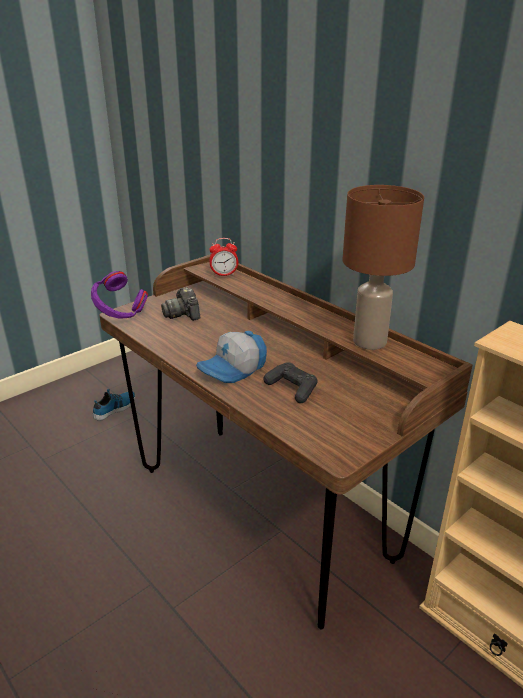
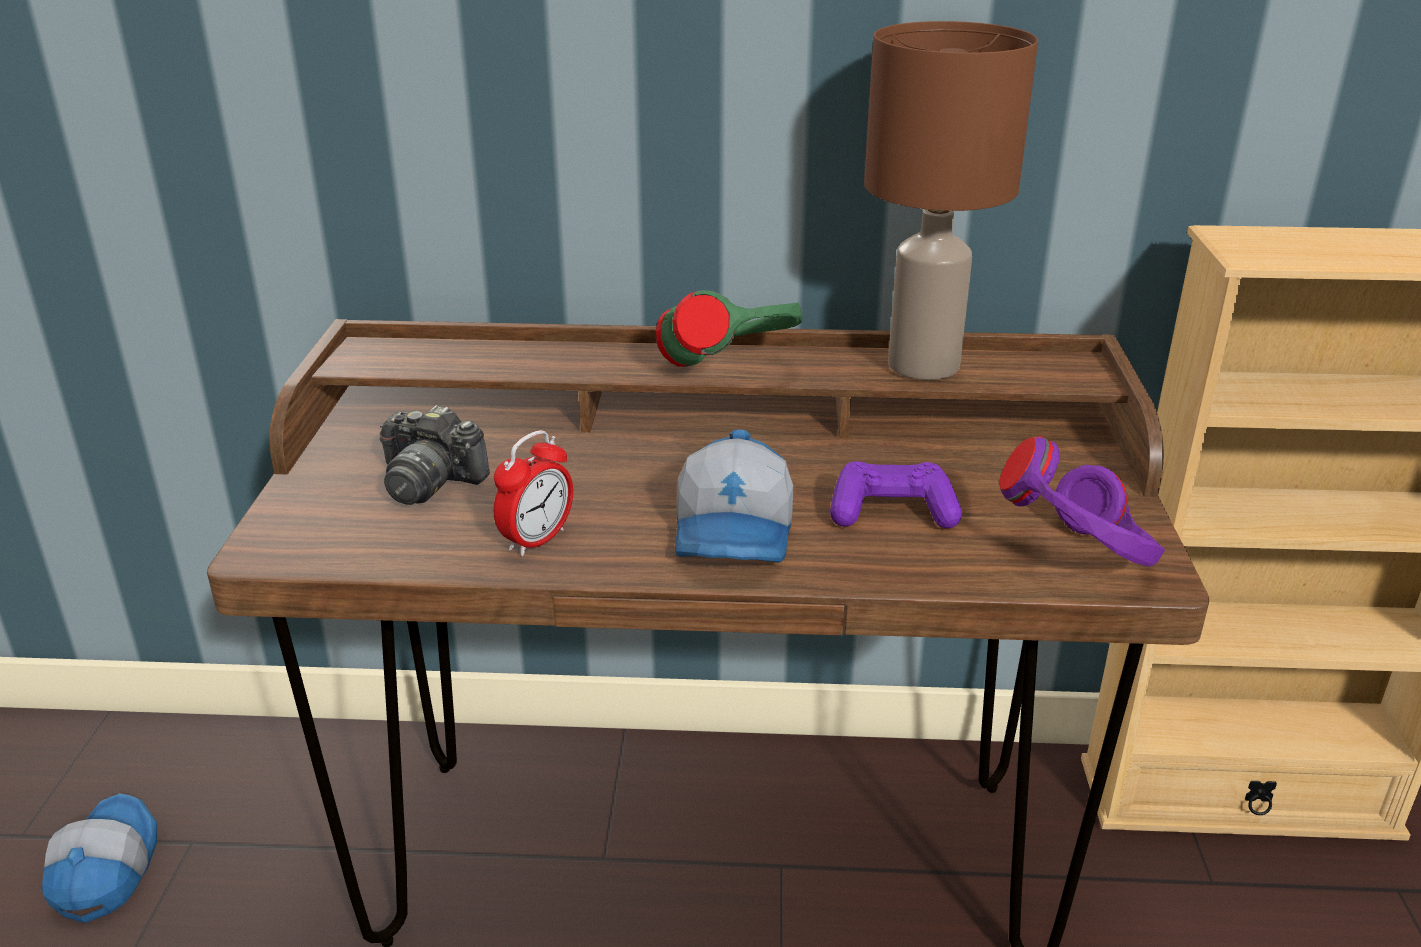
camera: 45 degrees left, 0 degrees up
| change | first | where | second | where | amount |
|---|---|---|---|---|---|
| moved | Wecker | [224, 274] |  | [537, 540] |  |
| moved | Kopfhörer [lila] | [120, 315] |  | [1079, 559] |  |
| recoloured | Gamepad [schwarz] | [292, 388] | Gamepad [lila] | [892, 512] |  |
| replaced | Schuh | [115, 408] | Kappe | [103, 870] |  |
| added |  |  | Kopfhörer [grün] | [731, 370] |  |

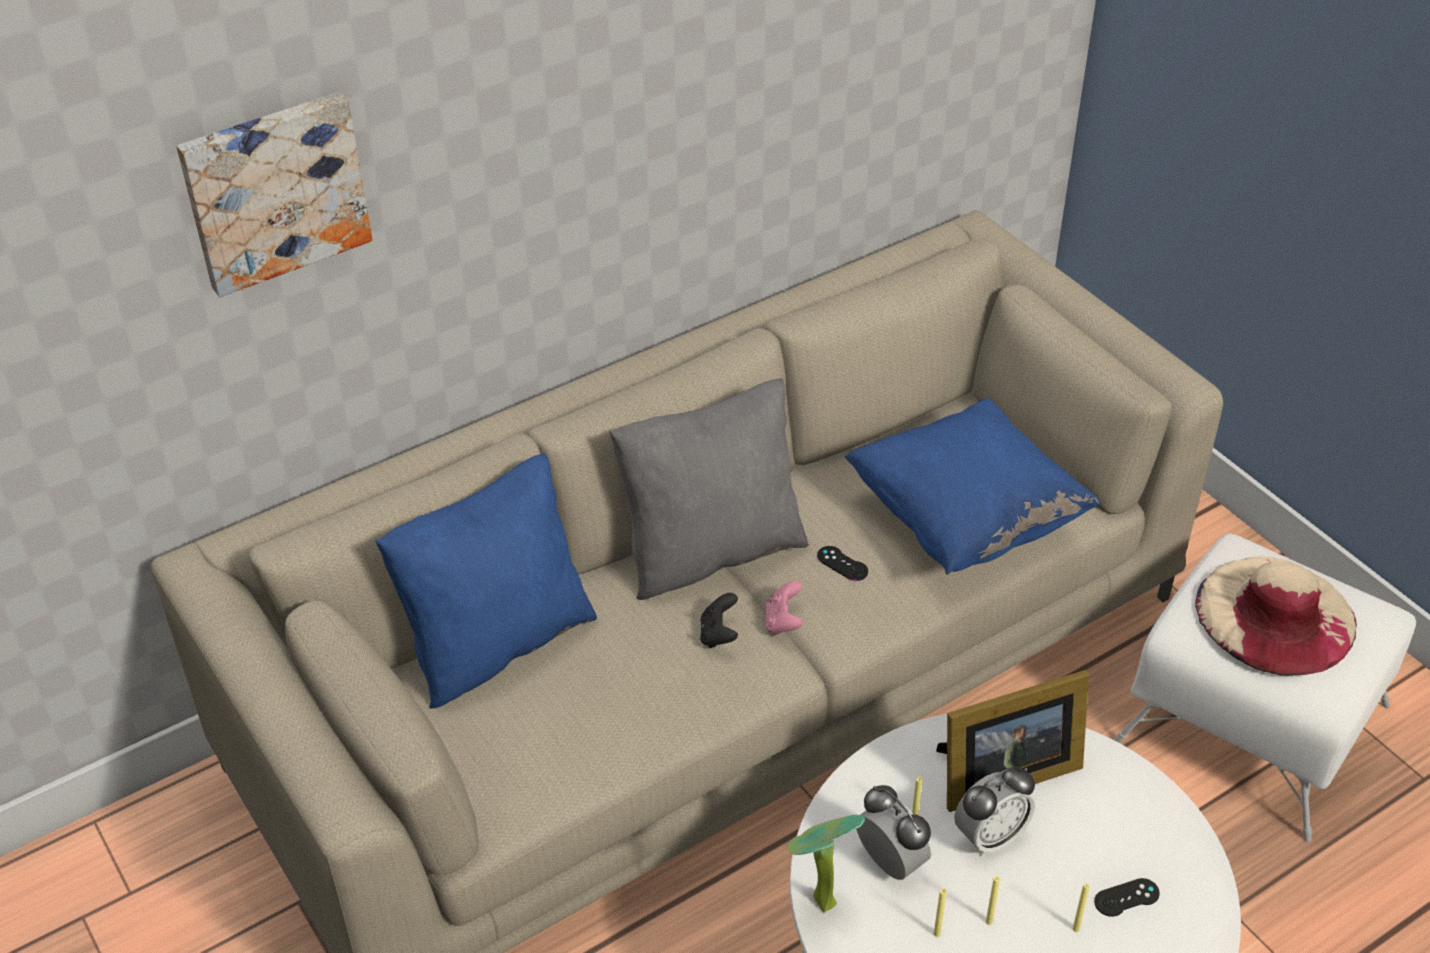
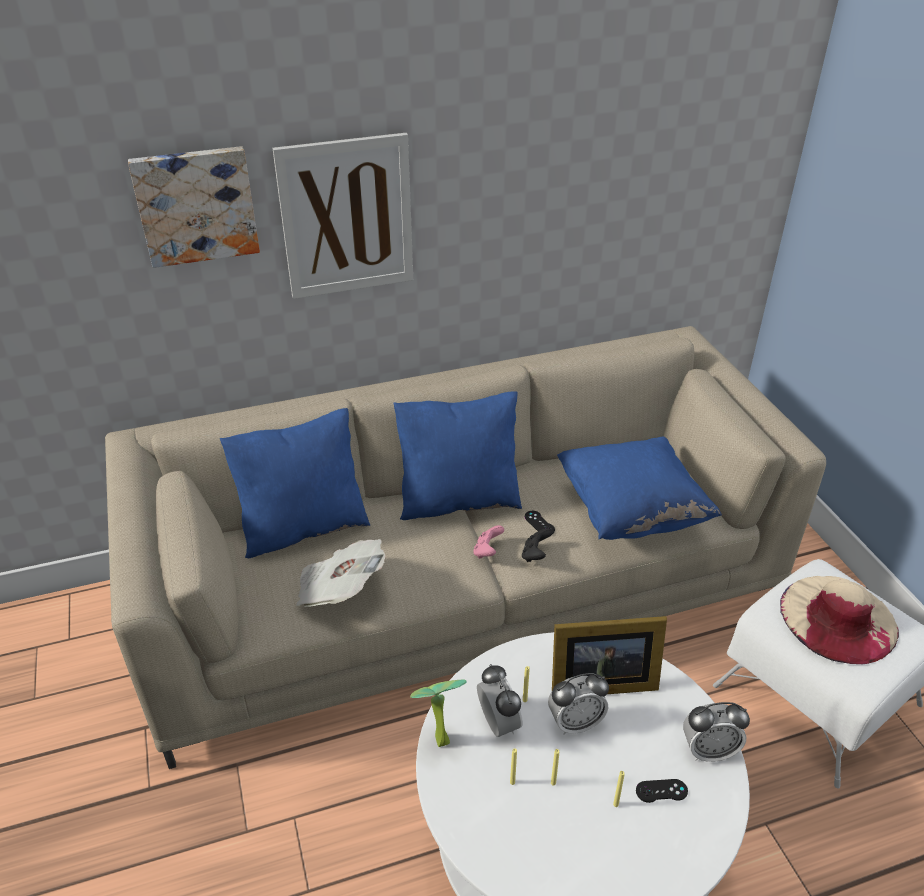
camera: 15 degrees right, 5 degrees down
| change | first | where | second | where | amount |
|---|---|---|---|---|---|
| recoloured | Kissen [grau] | [711, 550] | Kissen [blau] | [458, 499] |  |
| moved | Gamepad [schwarz] | [719, 634] |  | [535, 555] |  |
| added |  |  | Bild | [347, 217] |  |
| added |  |  | Zeitung | [340, 590] |  |
| added |  |  | Wecker | [708, 750] |  |

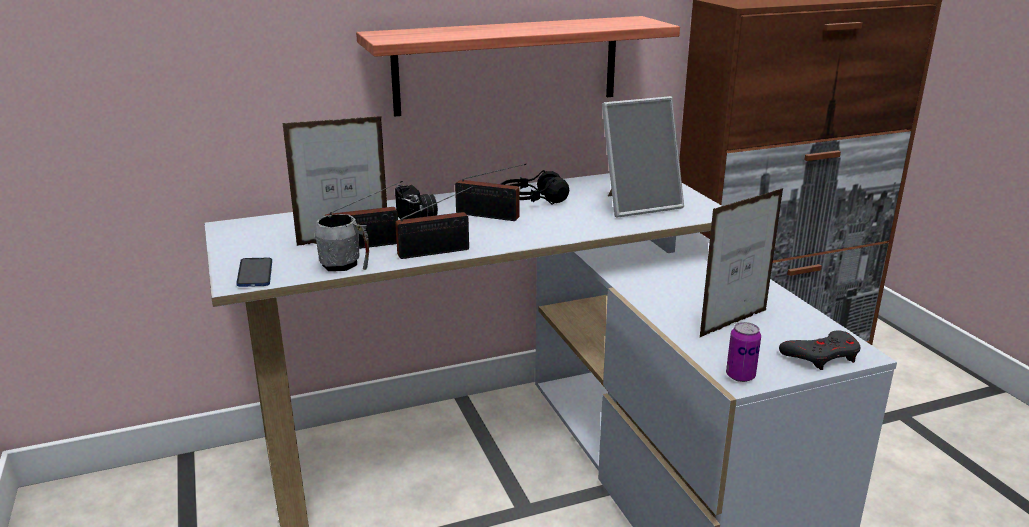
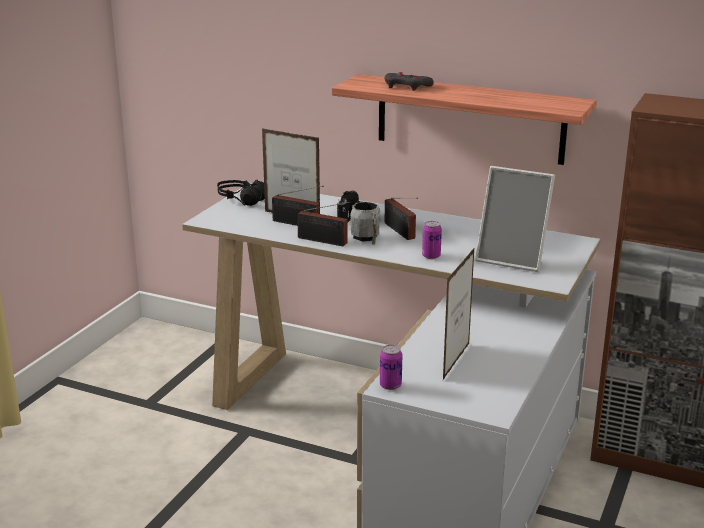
camera: 45 degrees right, 0 degrees up
| change | first | where | second | where | amount |
|---|---|---|---|---|---|
| moved | Kopfhörer [schwarz] | [532, 201] |  | [241, 199] |  |
| turned | Bilderrahmen | [733, 323] |  | [456, 361] | 75 degrees counterclockwise |
| moved | Henkelbecher [grau] | [345, 265] |  | [367, 238] |  |
| removed | Handy | [255, 274] |  |  |  |
| moved | Gamepad [grau] | [822, 355] |  | [406, 86] |  |
| added |  |  | Dose | [431, 256] |  |

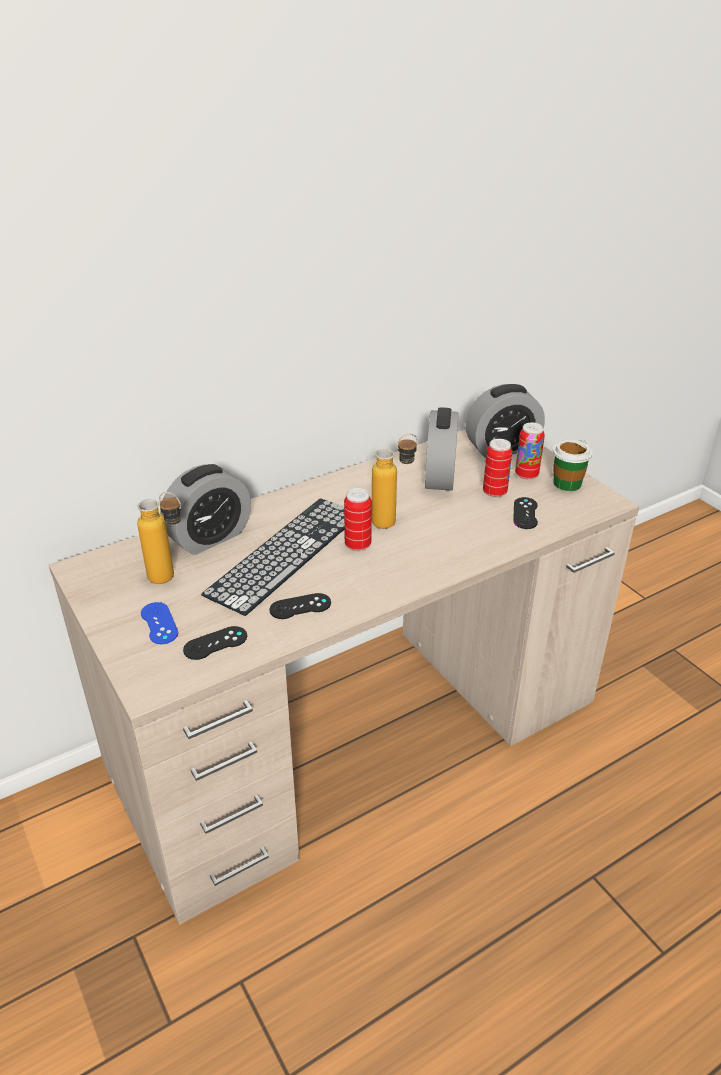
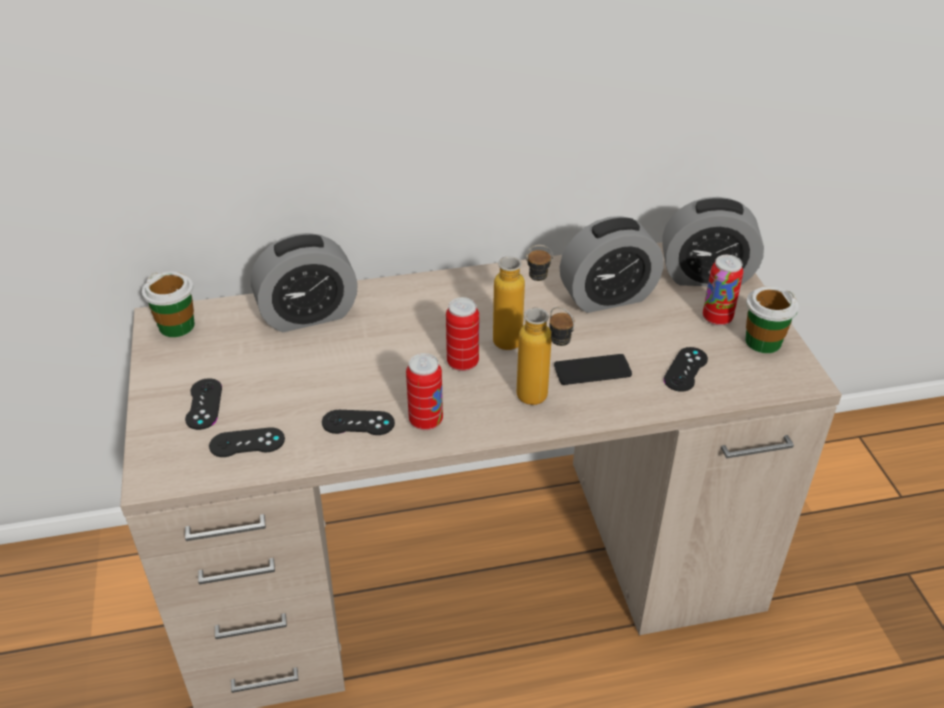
camera: 20 degrees right, 5 degrees up
| change | first | where | second | where | amount |
|---|---|---|---|---|---|
| turned | Wecker | [440, 476] |  | [607, 297] | 135 degrees counterclockwise |
| moved | Dose | [494, 492] |  | [426, 421] |  |
| moved | Flasche | [171, 579] |  | [542, 401] |  |
| removed | Tastatur | [286, 553] |  |  |  |
| recoloured | Gamepad [blau] | [159, 623] | Gamepad [schwarz] | [204, 404] |  |
| added |  |  | Tasse | [177, 326] |  |
| added |  |  | Handy | [592, 370] |  |

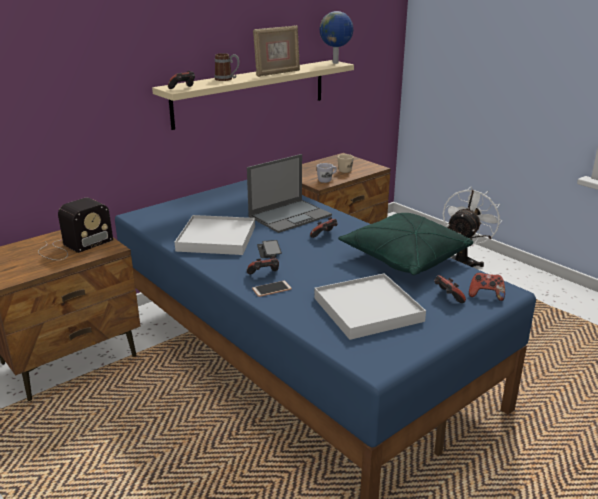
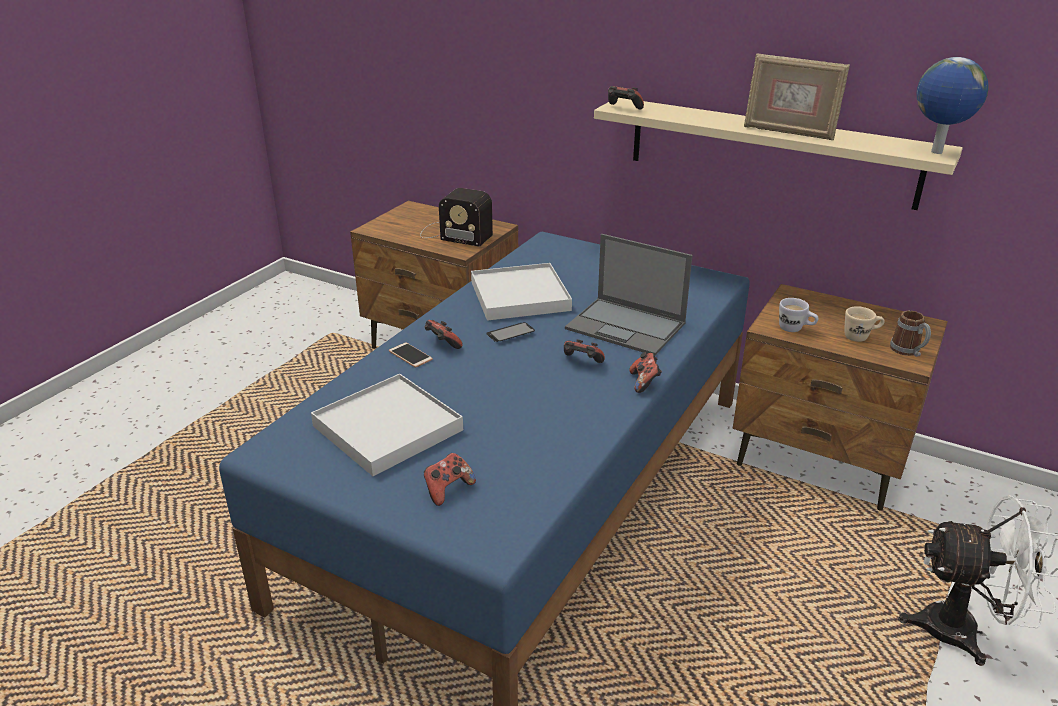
camera: 70 degrees right, 5 degrees up
| change | first | where | second | where | amount |
|---|---|---|---|---|---|
| moved | Henkelbecher | [227, 79] |  | [908, 352] |  |
| removed | Kissen [grün] | [404, 258] |  |  |  |
| moved | Gamepad | [486, 295] |  | [644, 382] |  |

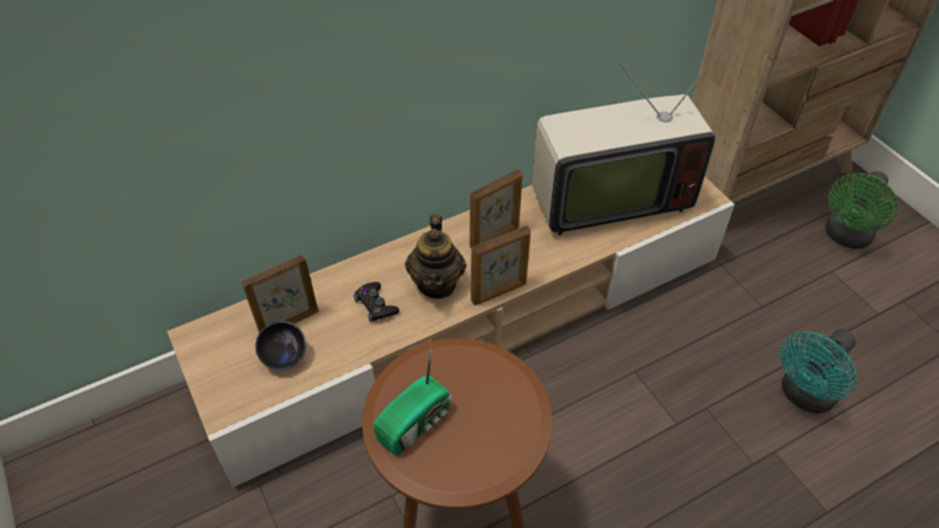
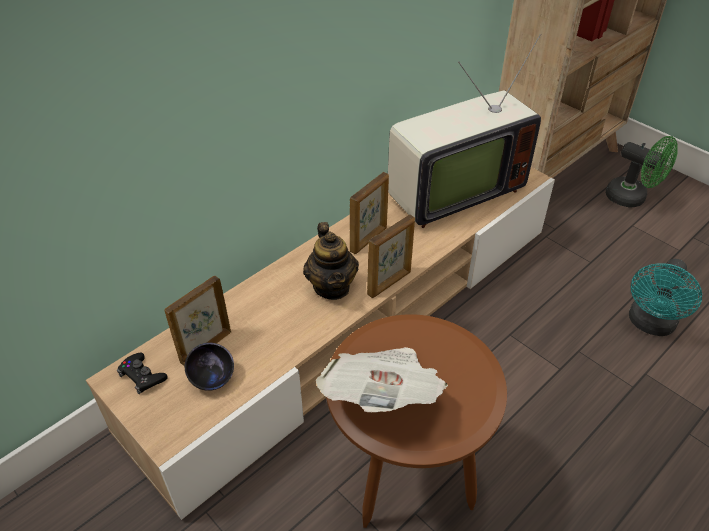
camera: 15 degrees left, 5 degrees down
| change | first | where | second | where | amount |
|---|---|---|---|---|---|
| turned | Ventilator [grün] | [845, 237] |  | [632, 198] | 75 degrees counterclockwise |
| moved | Gamepad [schwarz] | [376, 305] |  | [142, 376] |  |
| replaced | Radio | [417, 423] | Zeitung | [382, 396] |  |

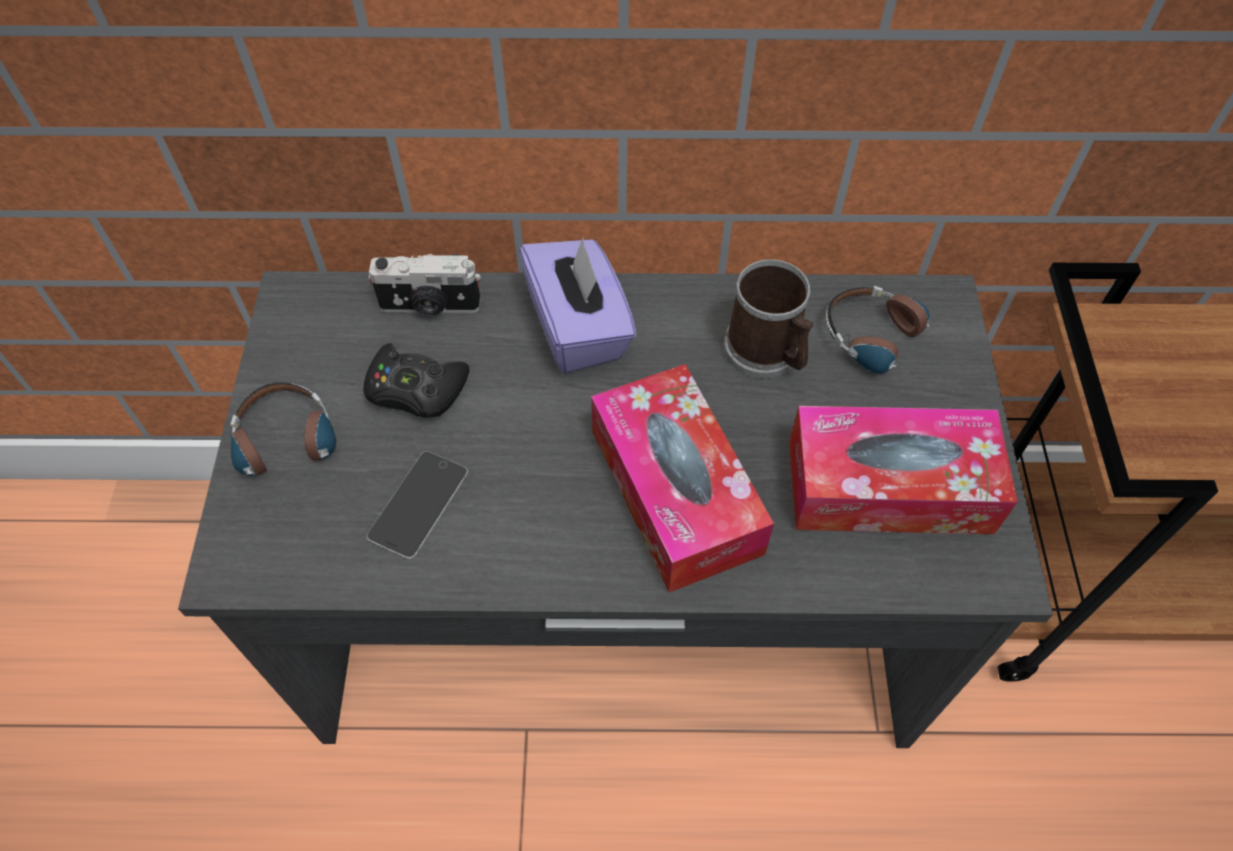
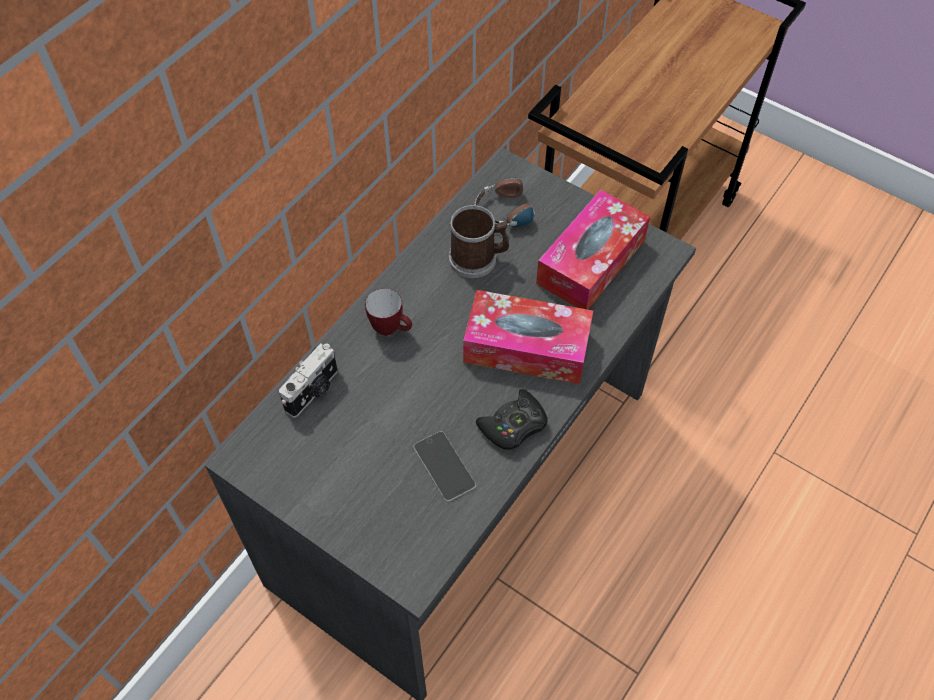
camera: 55 degrees left, 0 degrees up
| change | first | where | second | where | amount |
|---|---|---|---|---|---|
| replaced | Taschentuchbox [lila] | [579, 328] | Henkelbecher | [391, 329] |  |
| moved | Gamepad [schwarz] | [415, 389] |  | [513, 425] |  |
| removed | Kopfhörer | [289, 454] |  |  |  |

